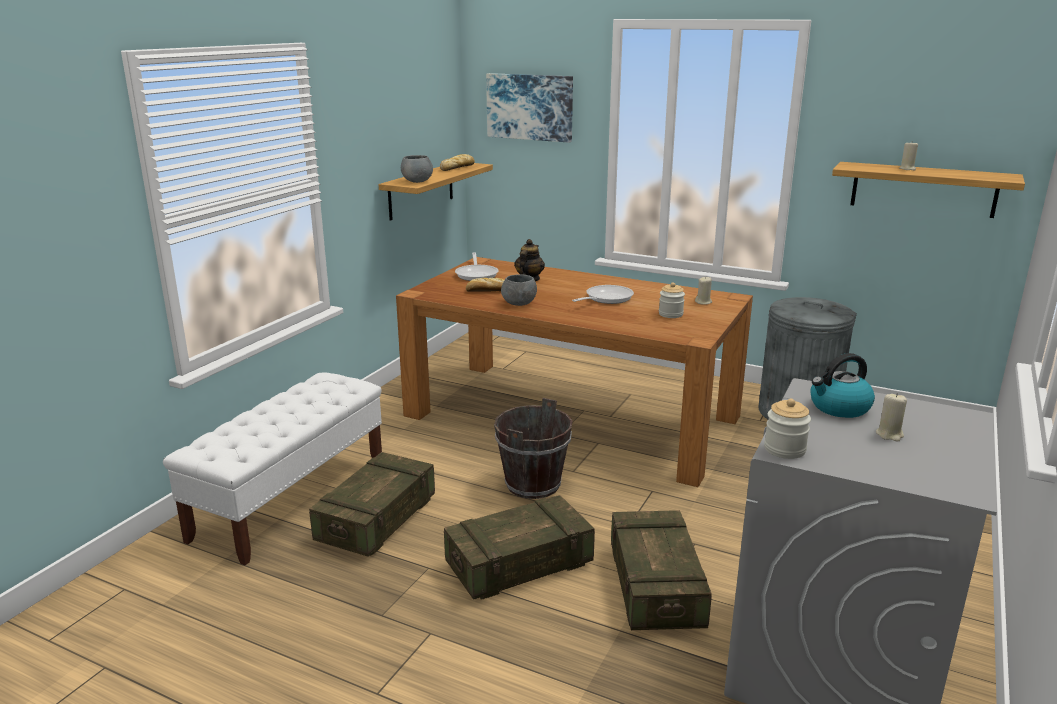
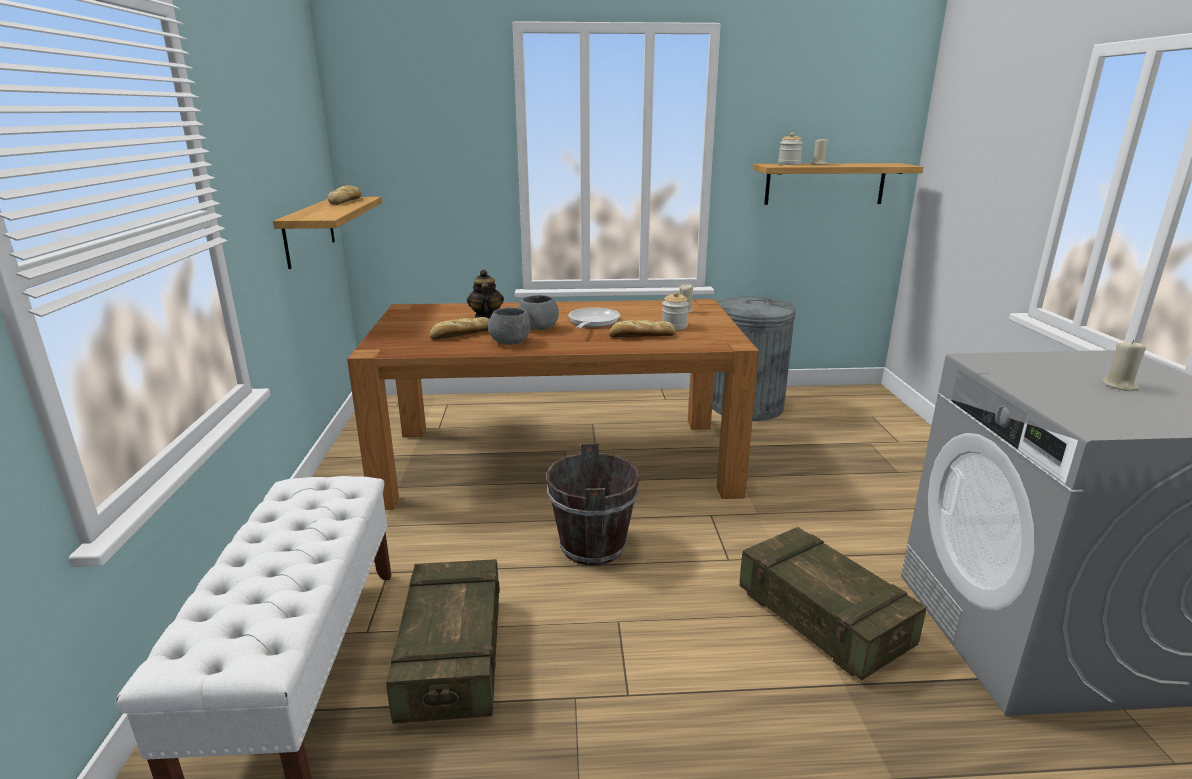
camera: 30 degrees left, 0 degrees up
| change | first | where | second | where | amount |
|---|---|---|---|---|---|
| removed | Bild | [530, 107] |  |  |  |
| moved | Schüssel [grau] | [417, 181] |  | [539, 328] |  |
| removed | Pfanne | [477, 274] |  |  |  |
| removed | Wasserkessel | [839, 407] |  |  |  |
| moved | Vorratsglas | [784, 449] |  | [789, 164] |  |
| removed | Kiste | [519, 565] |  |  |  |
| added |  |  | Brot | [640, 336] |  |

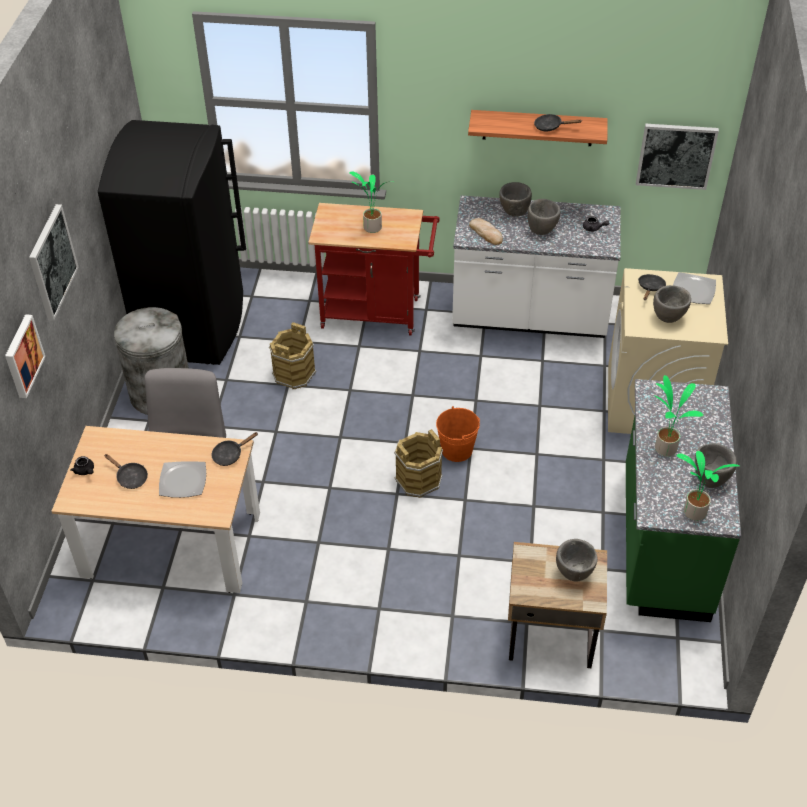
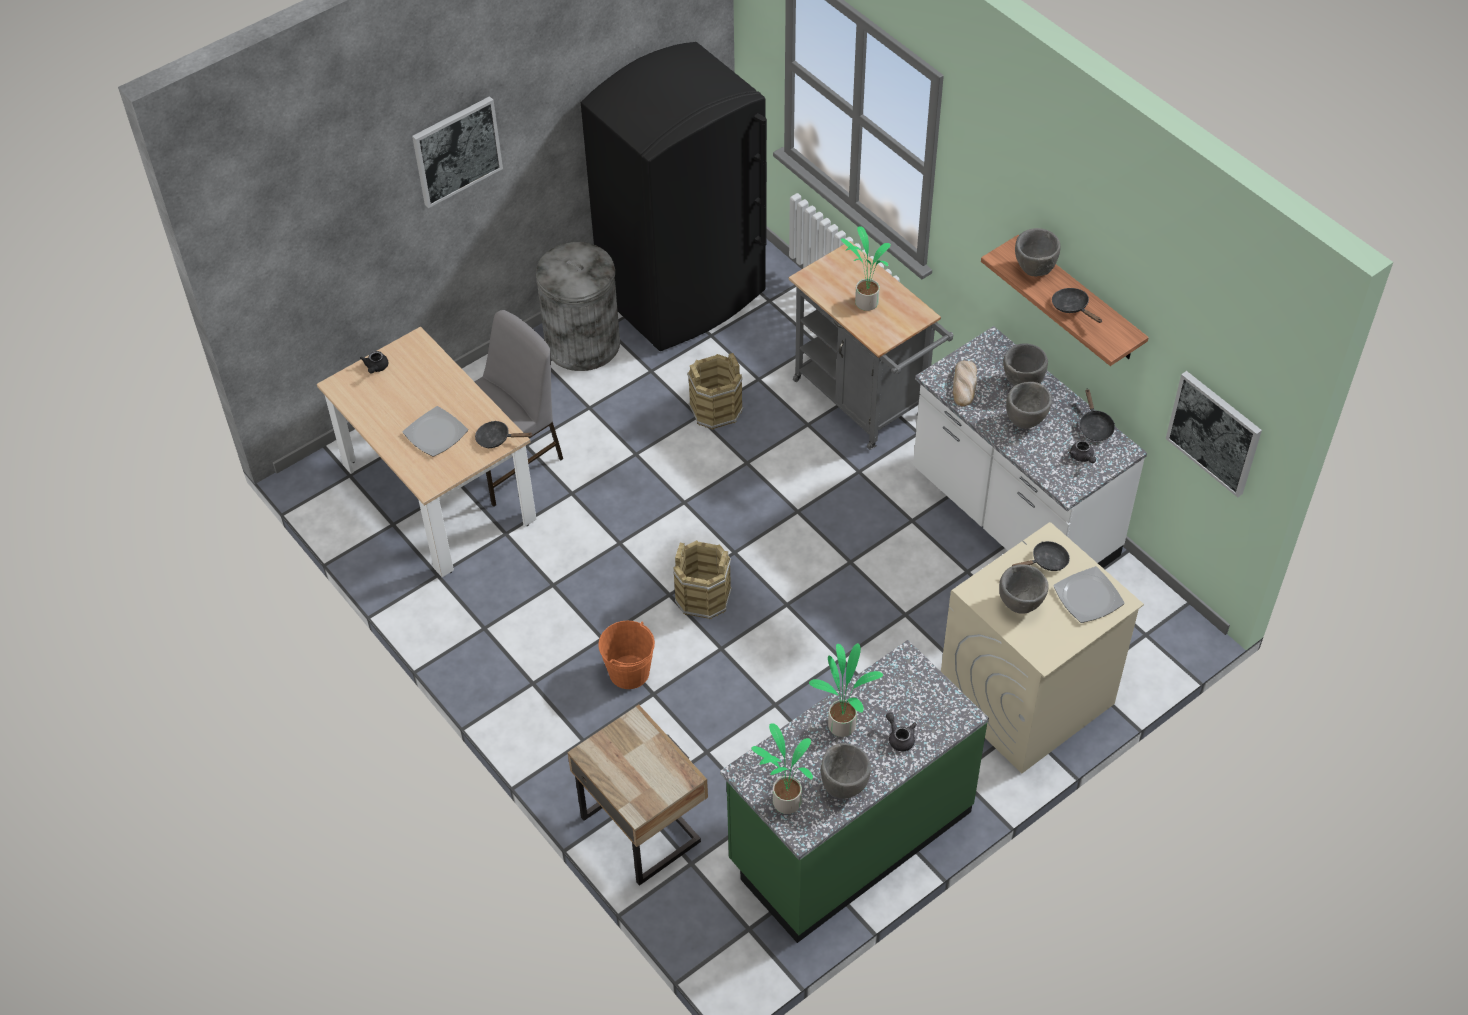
camera: 45 degrees right, 5 degrees up
| change | first | where | second | where | amount |
|---|---|---|---|---|---|
| recoloured | Rollwagen [rot] | [377, 313] | Rollwagen [grau] | [865, 403] |  |
| removed | Bild | [22, 356] |  |  |  |
| moved | Eimer [orange] | [457, 450] |  | [629, 672] |  |
| moved | Pfanne [schwarz] | [130, 477] |  | [1094, 426] |  |
| moved | Schüssel [grau] | [574, 574] |  | [1034, 270] |  |
| added |  |  | Teekanne [grau] | [899, 737] |  |

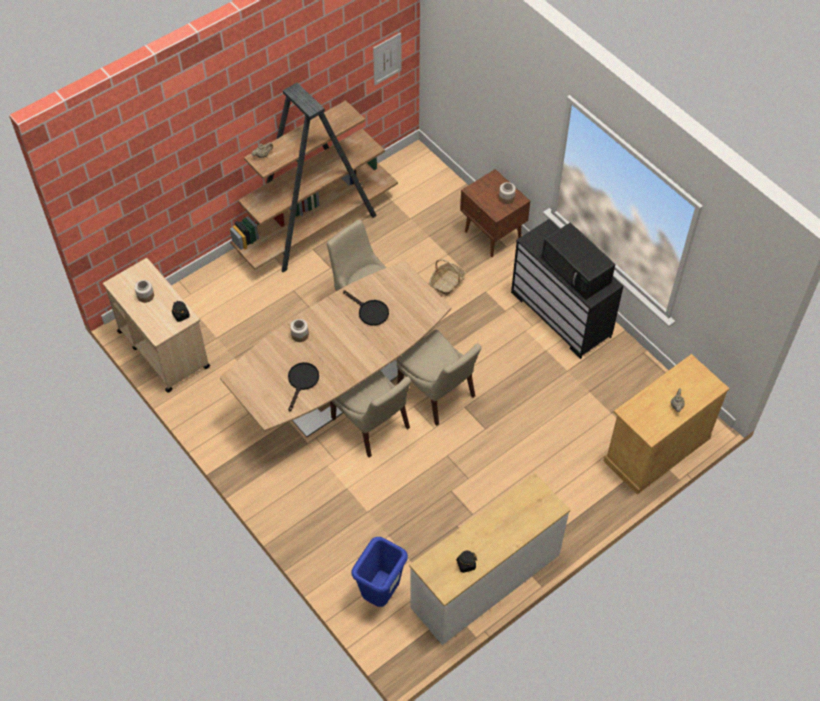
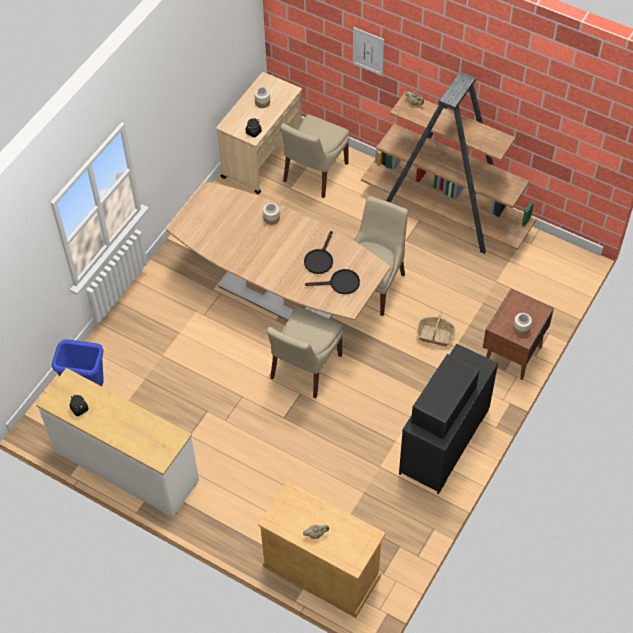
camera: 70 degrees right, 0 degrees up
| change | first | where | second | where | amount |
|---|---|---|---|---|---|
| moved | Bild | [387, 59] |  | [368, 51] |  |
| moved | Pfanne [schwarz] | [302, 381] |  | [340, 283] |  |
| moved | Stuhl [beige] | [372, 425] |  | [314, 174] |  |

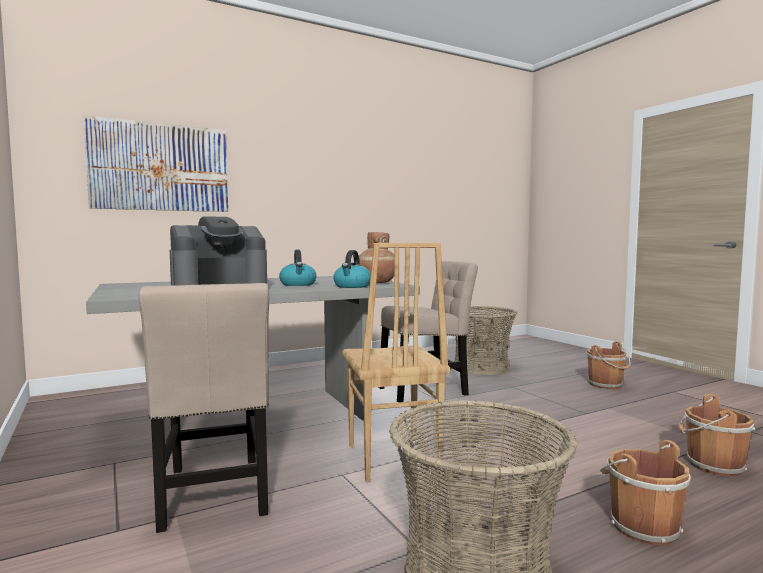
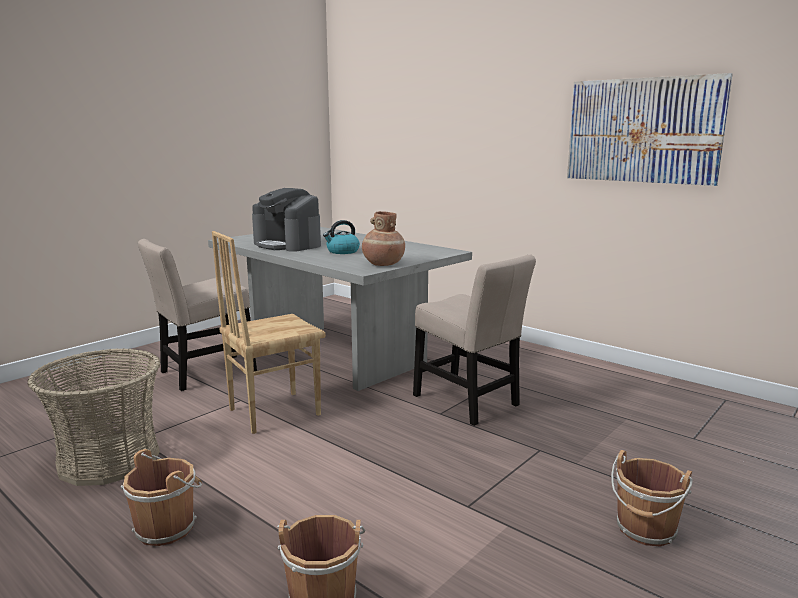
camera: 70 degrees right, 10 degrees up
| change | first | where | second | where | amount |
|---|---|---|---|---|---|
| moved | Bild | [160, 167] |  | [642, 130] |  |
| removed | Wasserkessel | [352, 286] |  |  |  |
| removed | Korb | [480, 367] |  |  |  |

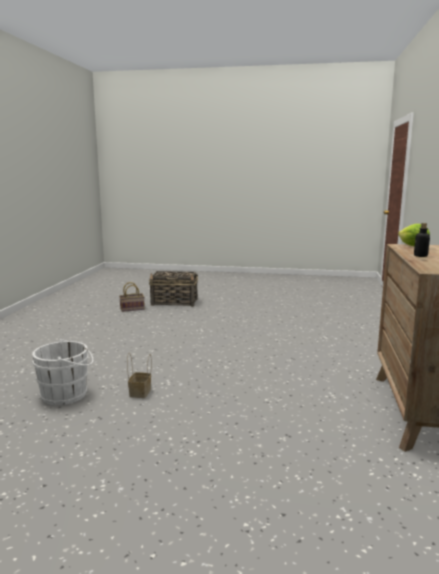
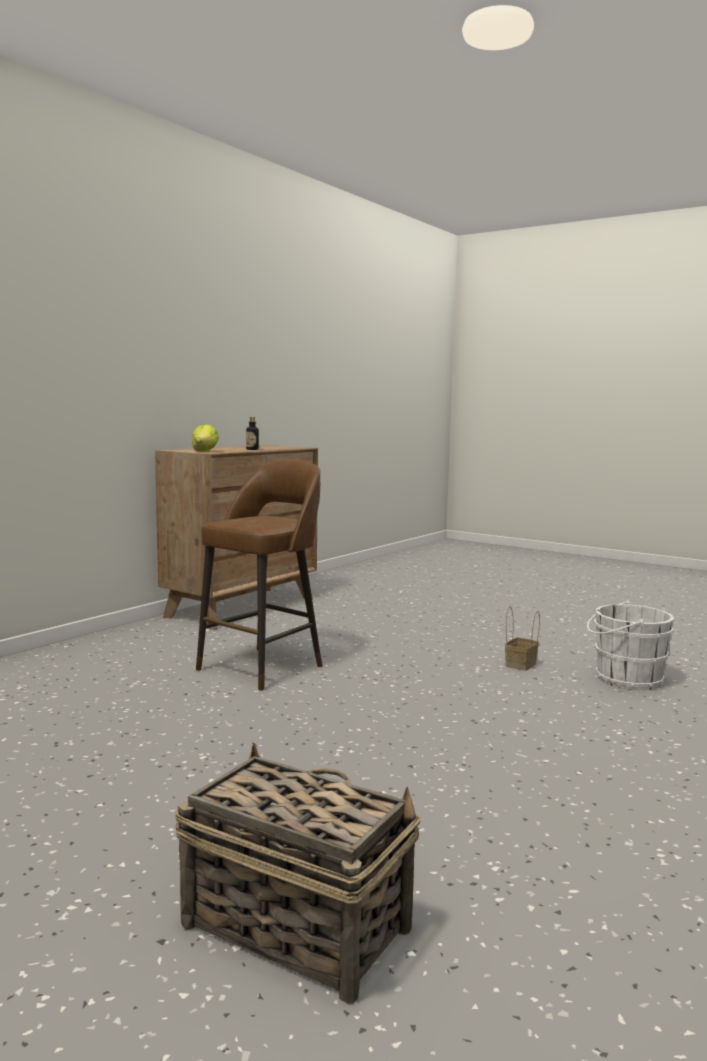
camera: 155 degrees left, 5 degrees down
| change | first | where | second | where | amount |
|---|---|---|---|---|---|
| removed | Korb | [132, 308] |  |  |  |
| added |  |  | Hocker [braun] | [263, 667] |  |

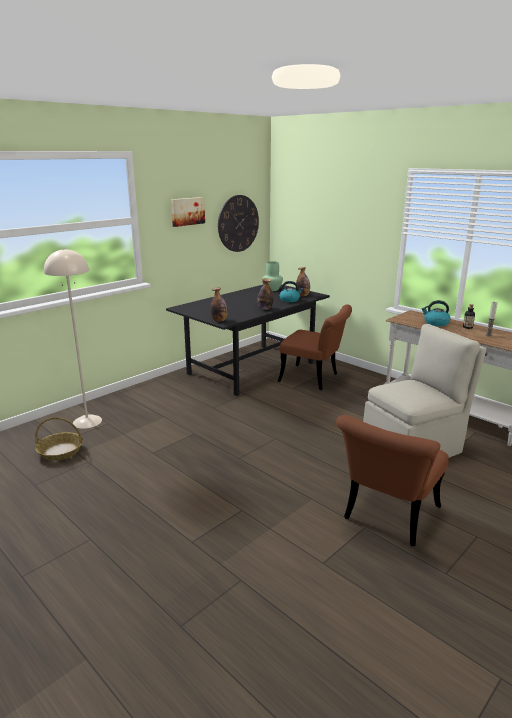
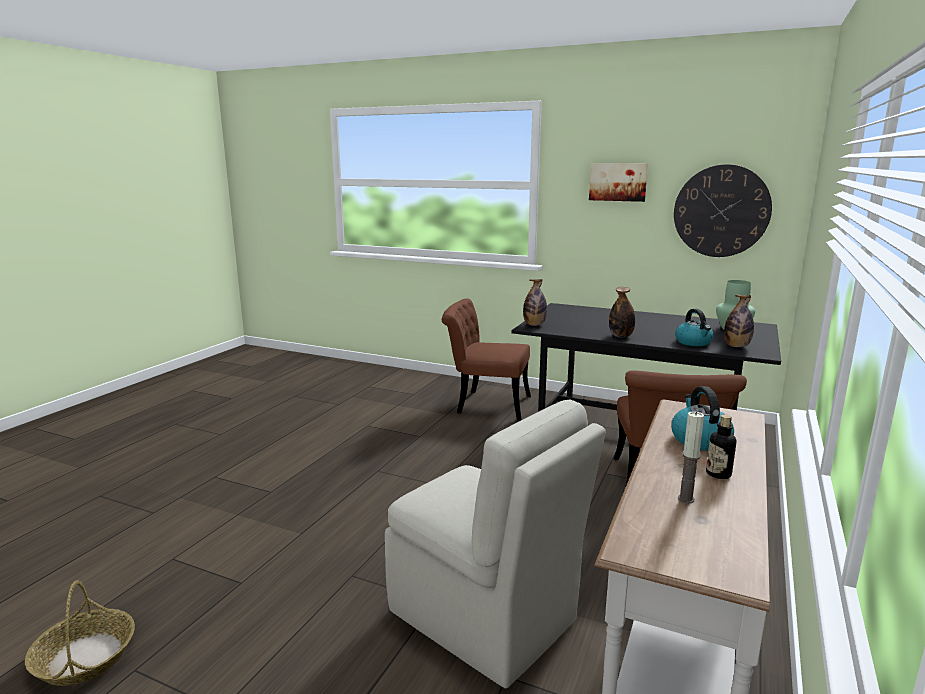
camera: 70 degrees right, 5 degrees down
| change | first | where | second | where | amount |
|---|---|---|---|---|---|
| removed | Stehlampe [beige] | [87, 421] |  |  |  |
| moved | Stuhl [braun] | [387, 518] |  | [485, 404] |  |
| moved | Korb | [60, 451] |  | [85, 657] |  |

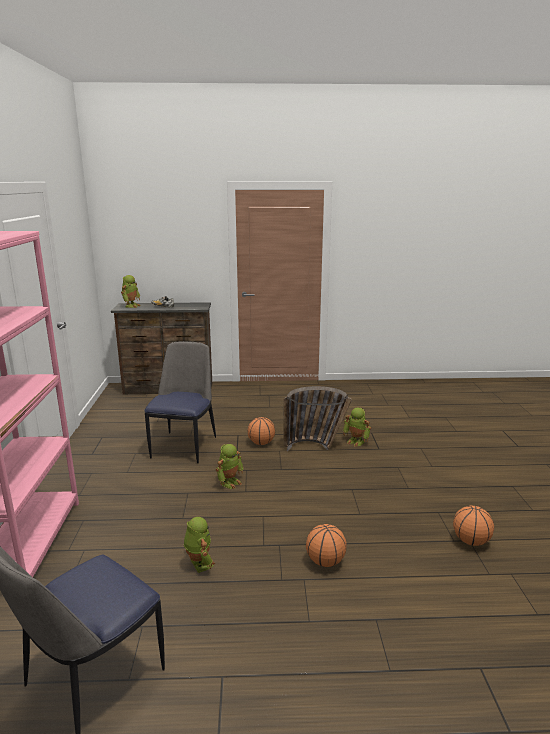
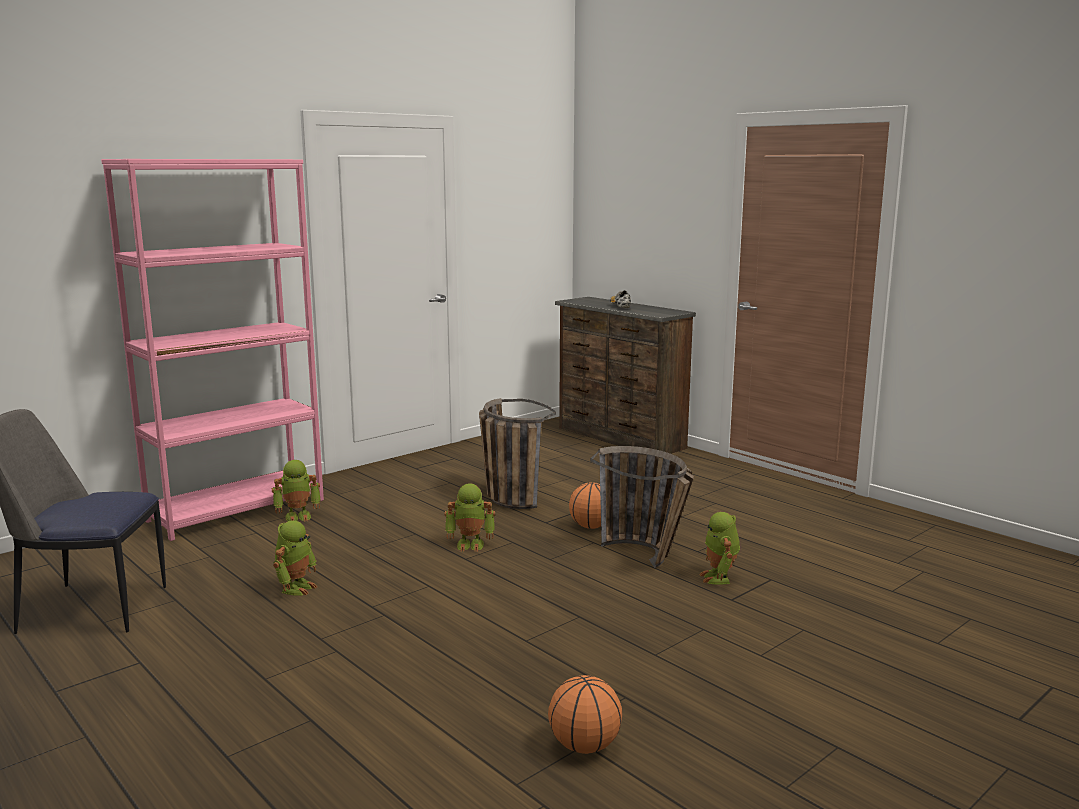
camera: 50 degrees right, 5 degrees down
| change | first | where | second | where | amount |
|---|---|---|---|---|---|
| moved | Spielzeugroboter | [131, 306] |  | [298, 516] |  |
| replaced | Stuhl | [184, 446] | Korb | [506, 495] |  |
| removed | Basketball | [325, 561] |  |  |  |

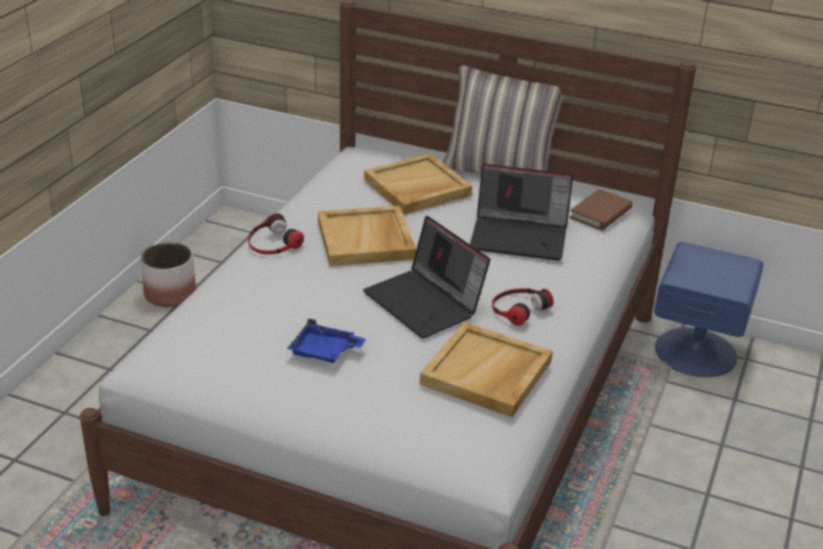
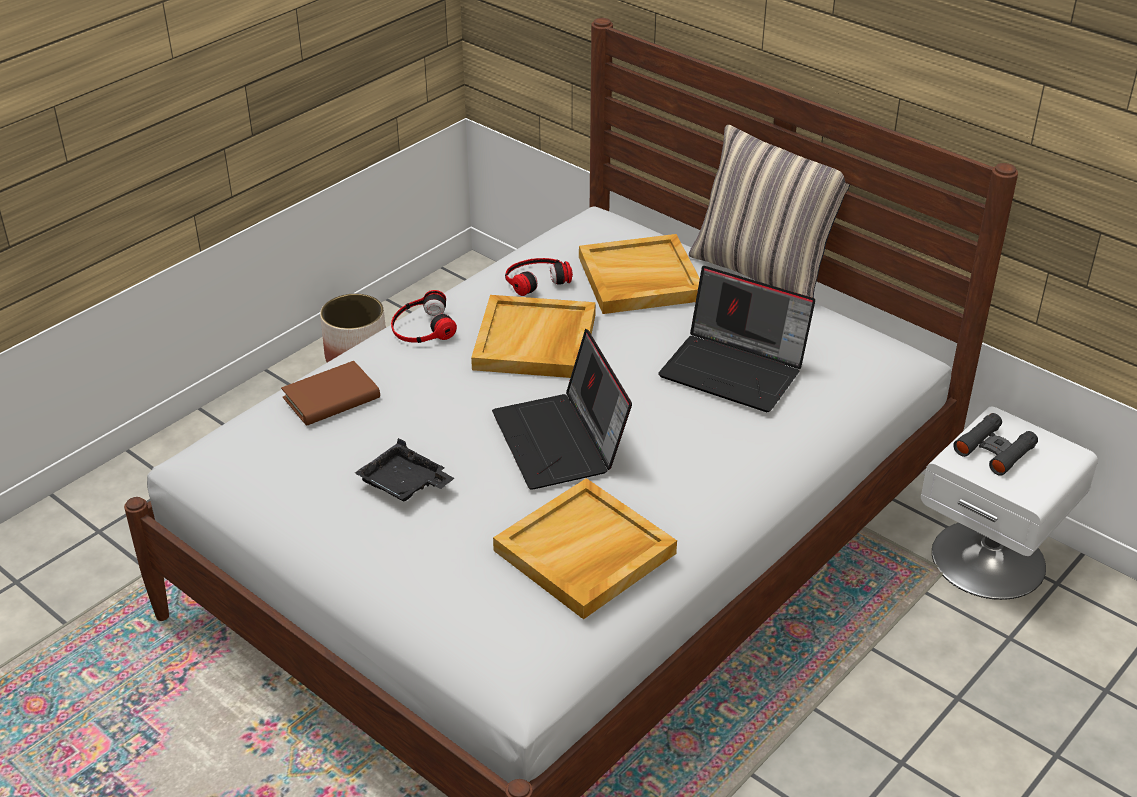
camera: 20 degrees right, 5 degrees up
| change | first | where | second | where | amount |
|---|---|---|---|---|---|
| moved | Buch [braun] | [600, 213] |  | [331, 398] |  |
| recoloured | Nachttisch [blau] | [696, 351] | Nachttisch [weiß] | [989, 558] |  |
| moved | Kopfhörer | [518, 308] |  | [536, 279] |  |
| recoloured | Tablett [blau] | [324, 351] | Tablett [schwarz] | [404, 484] |  |
| added |  |  | Fernglas [schwarz] | [994, 450] |  |

